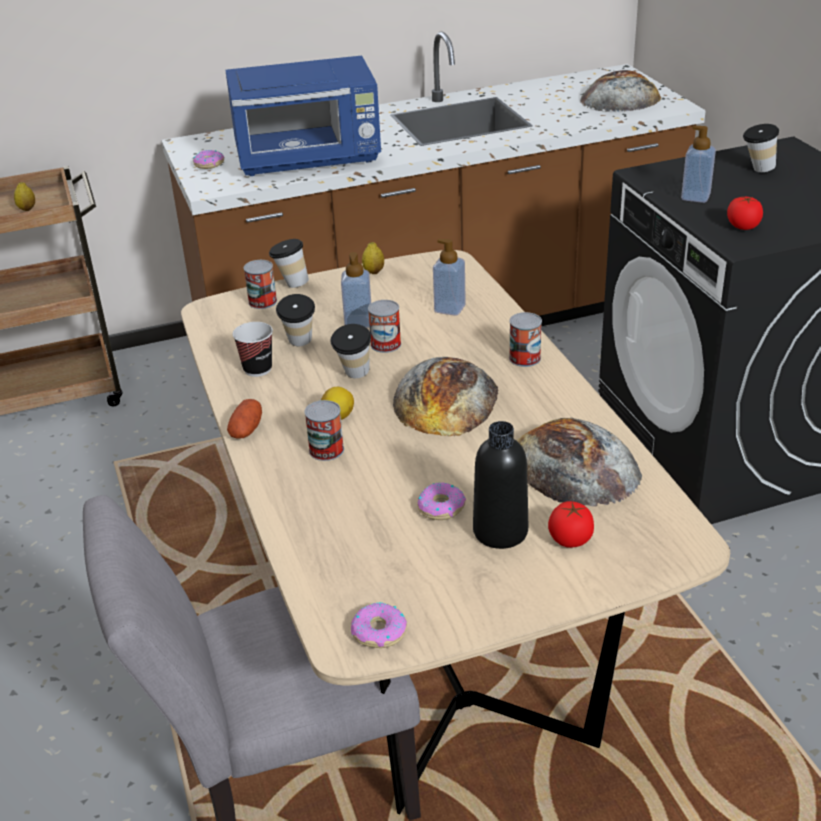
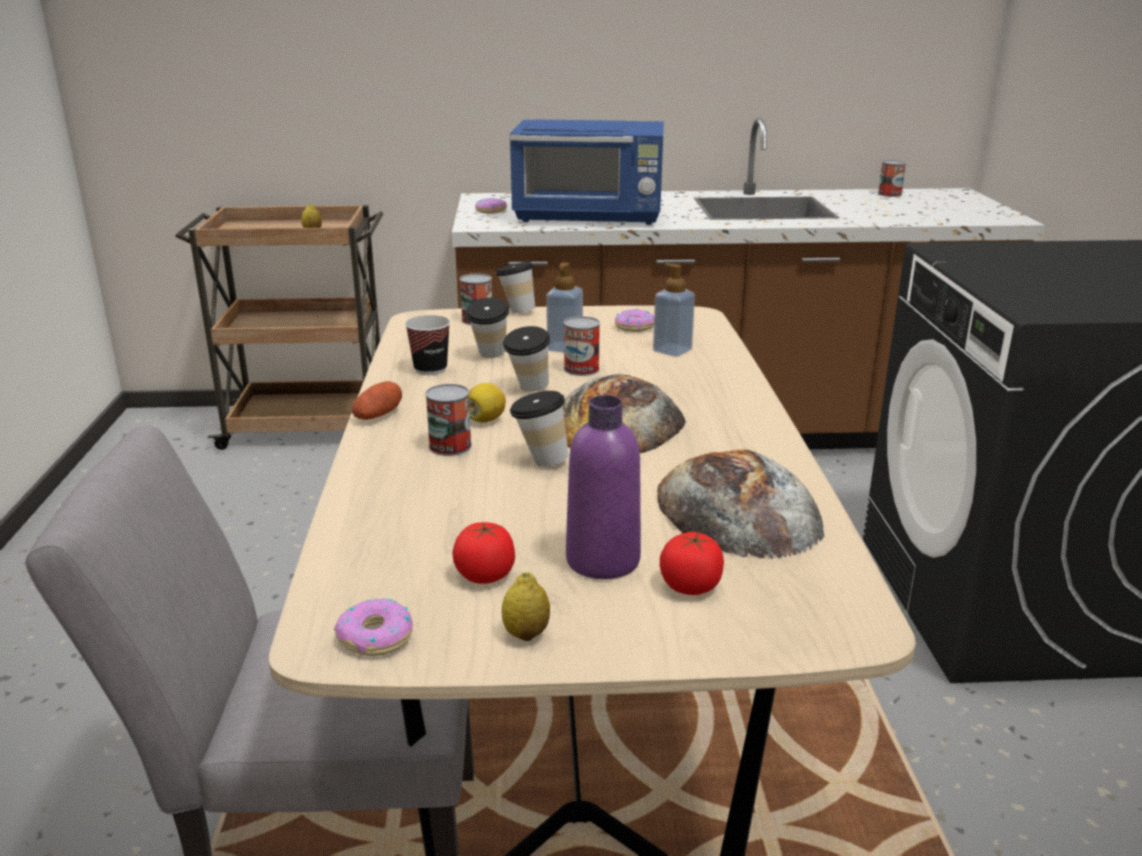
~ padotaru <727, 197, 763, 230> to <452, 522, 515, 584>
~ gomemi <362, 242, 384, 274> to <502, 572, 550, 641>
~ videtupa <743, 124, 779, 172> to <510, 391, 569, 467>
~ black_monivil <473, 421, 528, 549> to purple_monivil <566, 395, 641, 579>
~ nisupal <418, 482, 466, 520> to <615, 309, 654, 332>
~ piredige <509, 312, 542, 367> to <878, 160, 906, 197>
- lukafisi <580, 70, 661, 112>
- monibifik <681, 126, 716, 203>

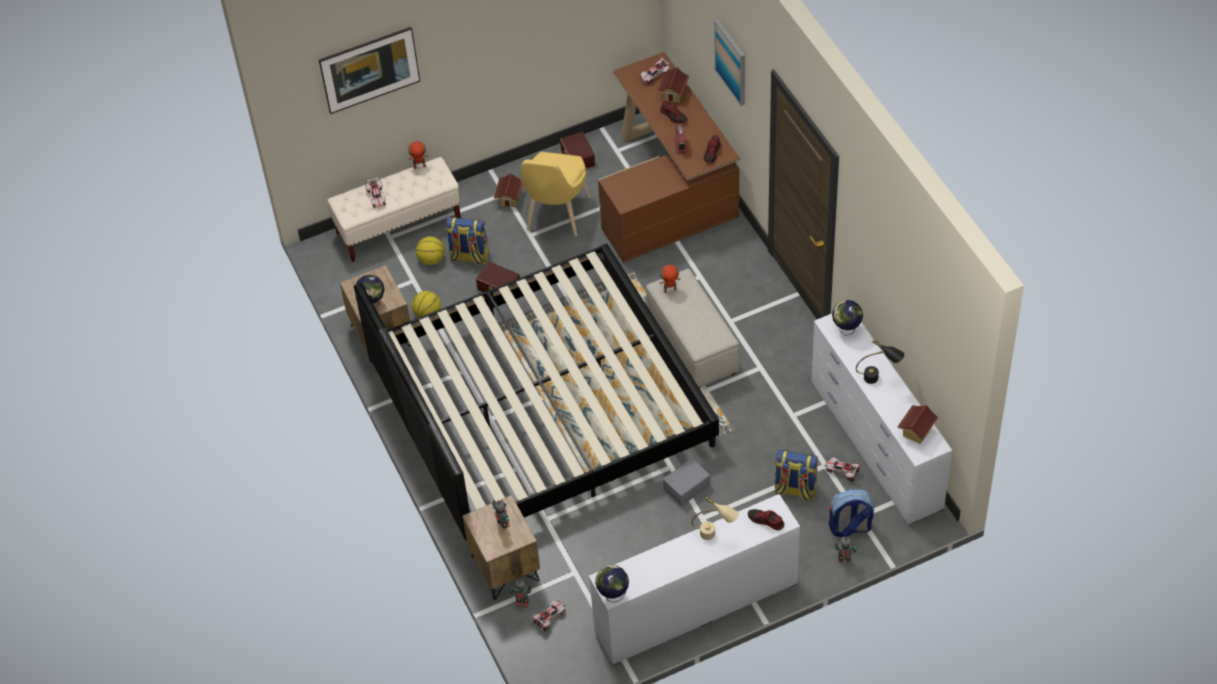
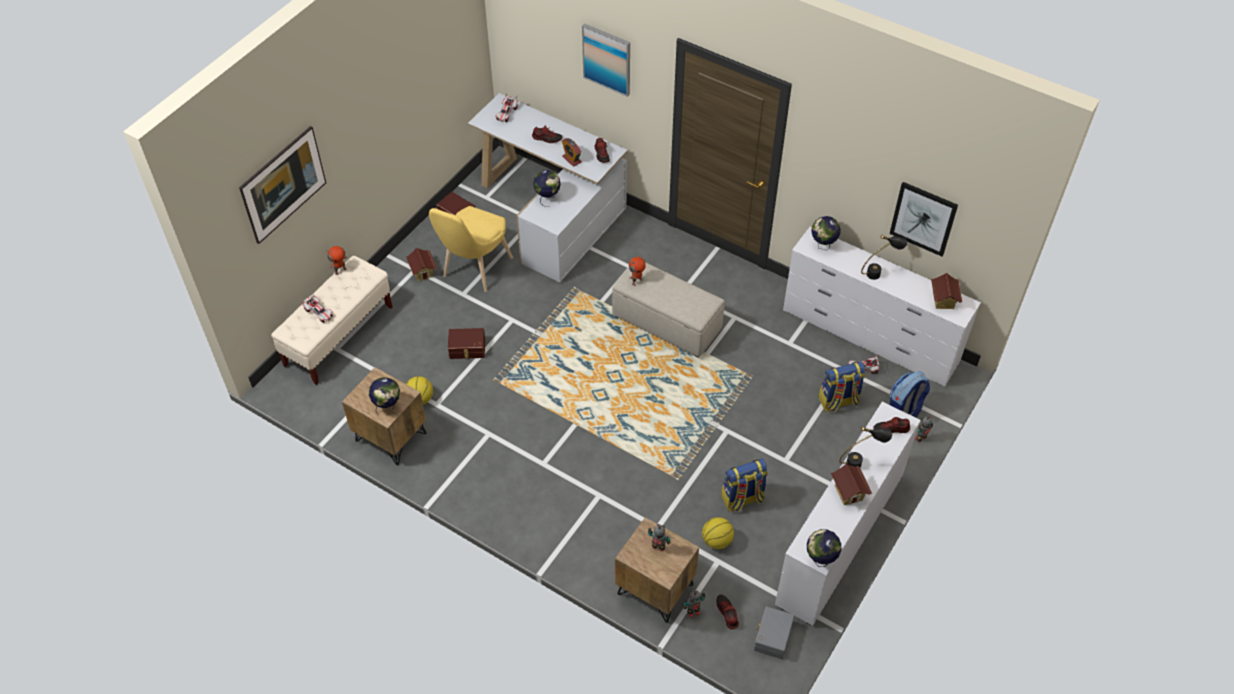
~ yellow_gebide <521, 152, 591, 236> = <429, 206, 513, 292> 45 degrees clockwise
~ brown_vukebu <598, 52, 740, 263> to white_vukebu <468, 93, 628, 283>
+ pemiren <533, 170, 561, 207>
~ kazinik <416, 236, 445, 265> to <702, 517, 734, 549>
~ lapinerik <532, 600, 565, 631> to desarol <716, 594, 739, 629>
~ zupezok <446, 217, 489, 265> to <721, 459, 768, 512>
~ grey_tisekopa <663, 458, 710, 506> to <754, 606, 794, 659>
~ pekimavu <658, 67, 689, 102> to <831, 464, 872, 505>
~ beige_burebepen <691, 497, 739, 540> to black_burebepen <839, 427, 892, 468>
+ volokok <889, 182, 958, 256>
- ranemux <354, 243, 719, 541>

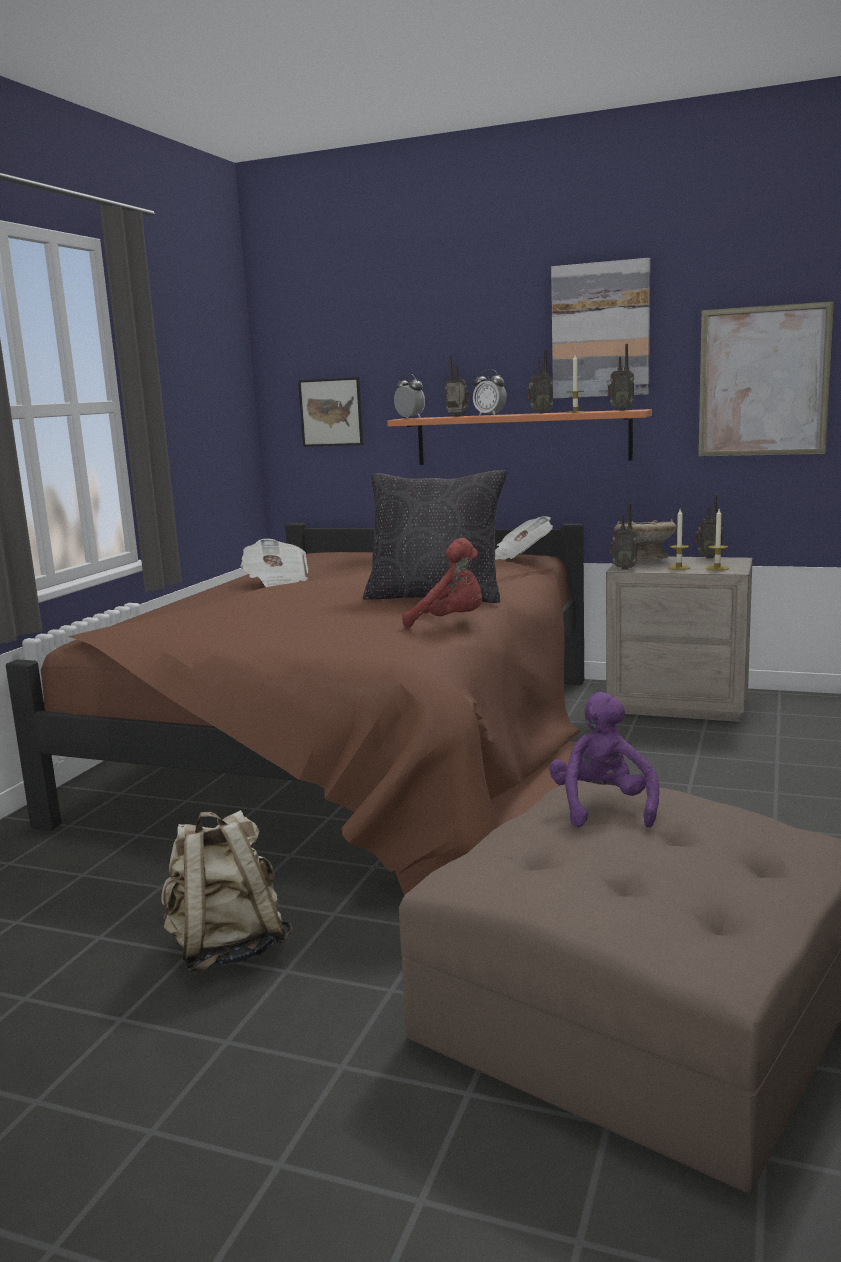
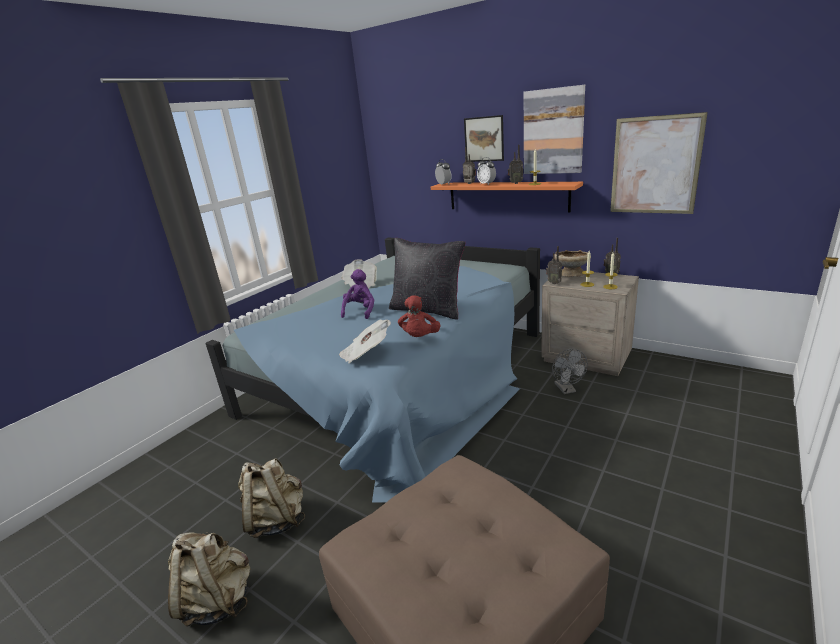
+ beige_zupezok <168, 532, 251, 627>
~ brown_ranemux <6, 523, 584, 896> to blue_ranemux <206, 238, 540, 503>
~ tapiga <495, 516, 553, 560> to <339, 320, 391, 363>
~ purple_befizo <549, 692, 659, 828> to <341, 269, 374, 319>
~ red_befizo <402, 538, 482, 628> = <398, 296, 441, 337> 60 degrees clockwise
~ volokok <298, 377, 363, 447> to <464, 115, 504, 162>
+ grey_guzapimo <552, 349, 588, 394>
- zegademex <607, 344, 634, 411>

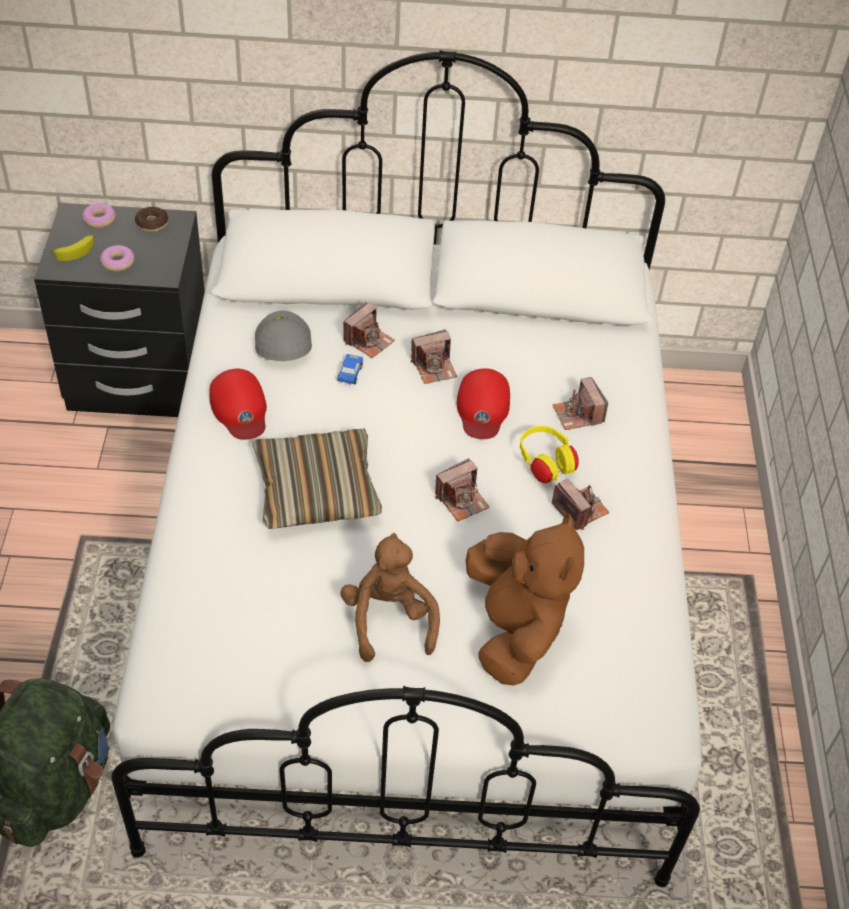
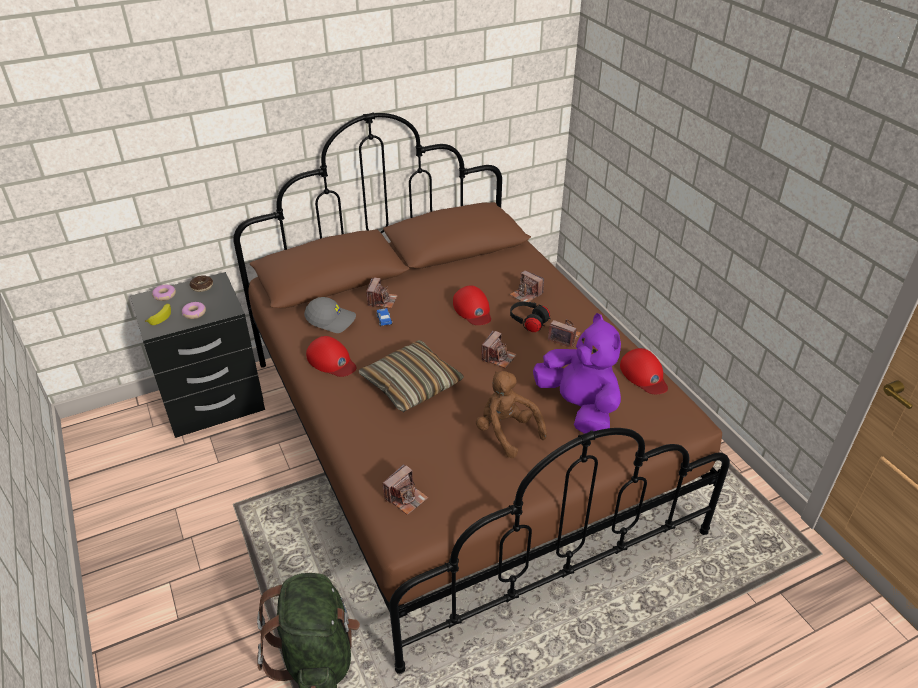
~ white_ranemux <111, 50, 702, 887> to brown_ranemux <233, 112, 730, 674>
~ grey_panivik <255, 311, 312, 361> = <304, 297, 356, 333> 135 degrees clockwise
~ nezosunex <411, 329, 457, 384> to <382, 464, 428, 515>
~ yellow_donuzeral <520, 426, 579, 483> to black_donuzeral <510, 302, 551, 332>
~ brown_befizo <466, 512, 584, 685> to purple_befizo <533, 313, 621, 434>
+ red_panivik <620, 348, 668, 394>

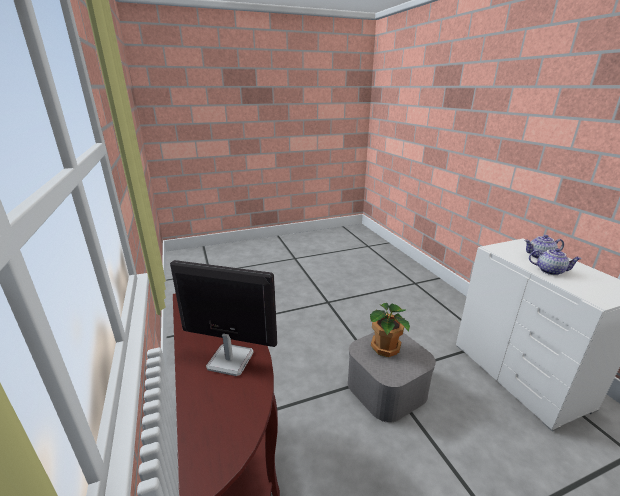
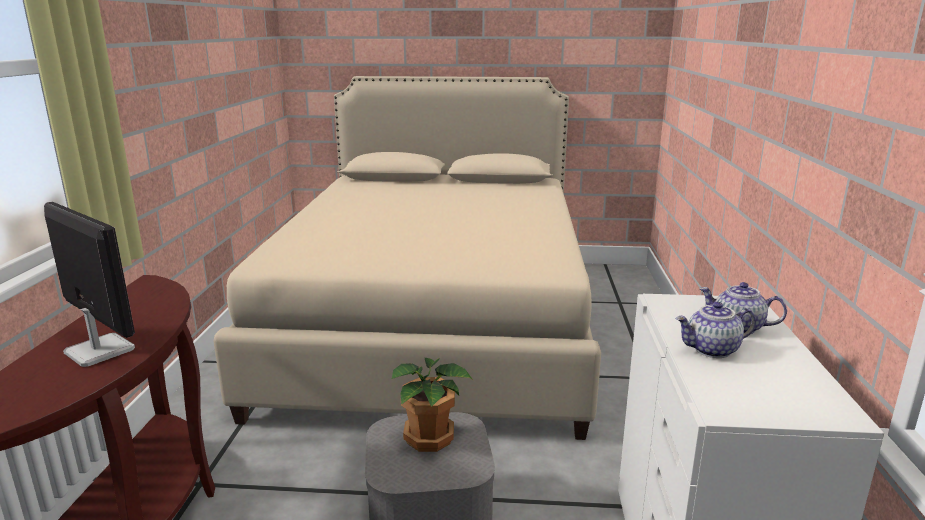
+ beige_ranemux <214, 76, 601, 440>
~ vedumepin <529, 248, 582, 275> = <676, 302, 756, 358> 120 degrees clockwise

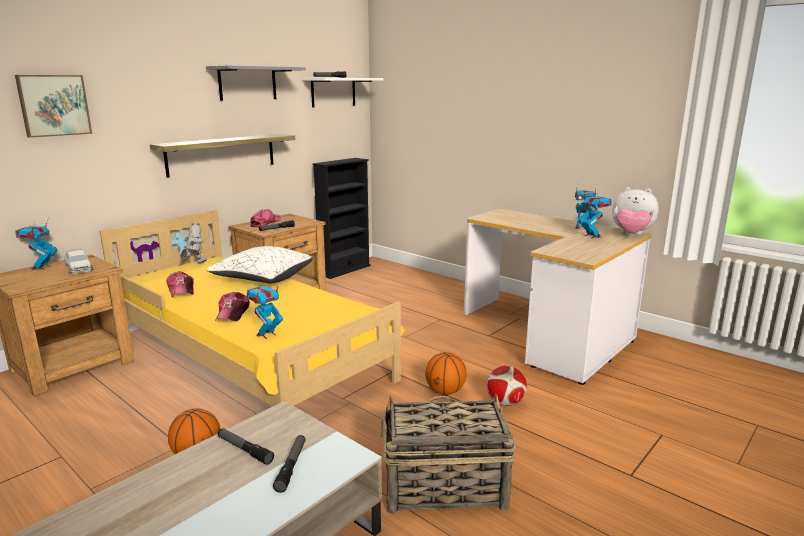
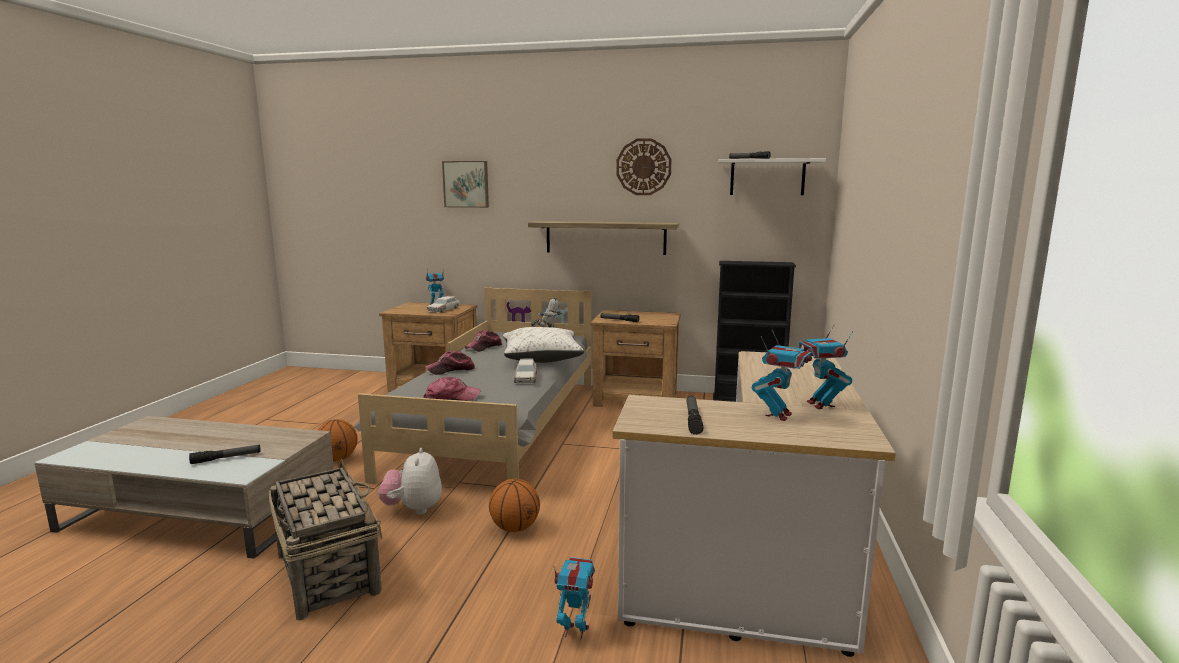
~ yellow_ranemux <99, 210, 405, 406> to grey_ranemux <354, 287, 592, 484>
~ befizo <612, 187, 659, 235> to <378, 448, 442, 515>
~ panivik <250, 209, 281, 227> to <423, 377, 481, 401>
+ lapinerik <514, 359, 537, 384>
~ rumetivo <246, 281, 283, 339> to <553, 557, 595, 640>
~ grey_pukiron <206, 65, 306, 101> to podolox <616, 138, 672, 195>
~ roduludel <218, 428, 274, 465> to <686, 396, 704, 435>
- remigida <487, 366, 527, 406>

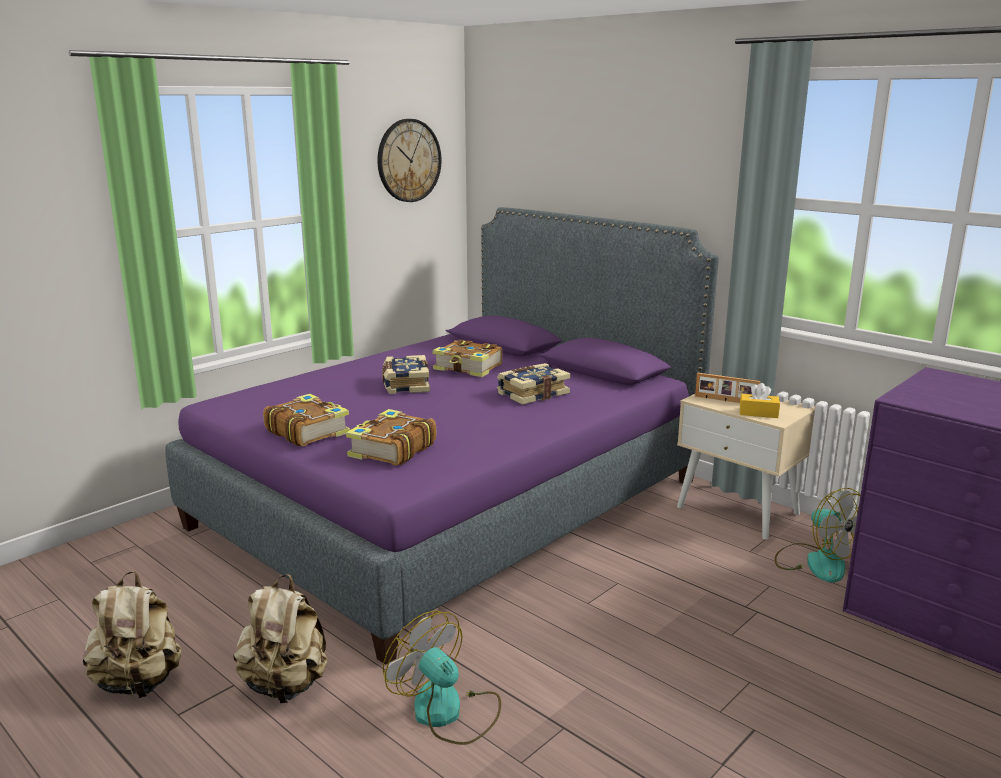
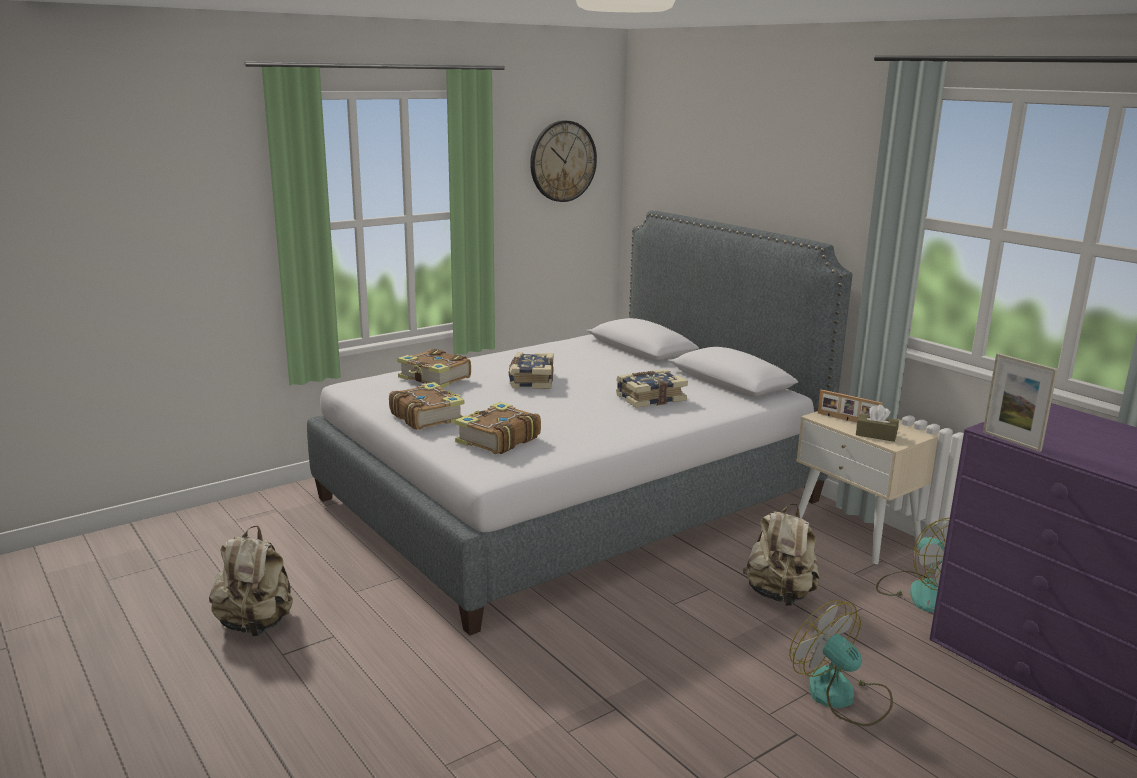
~ purple_ranemux <165, 207, 719, 665> to grey_ranemux <307, 211, 852, 636>
~ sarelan <432, 340, 502, 377> to <397, 349, 471, 388>
~ beige_zupezok <234, 574, 328, 703> to <743, 503, 820, 606>
~ guzapimo <383, 611, 501, 745> to <789, 600, 893, 726>
~ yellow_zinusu <740, 383, 780, 418> to brown_zinusu <856, 405, 899, 442>
+ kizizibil <983, 353, 1058, 452>

